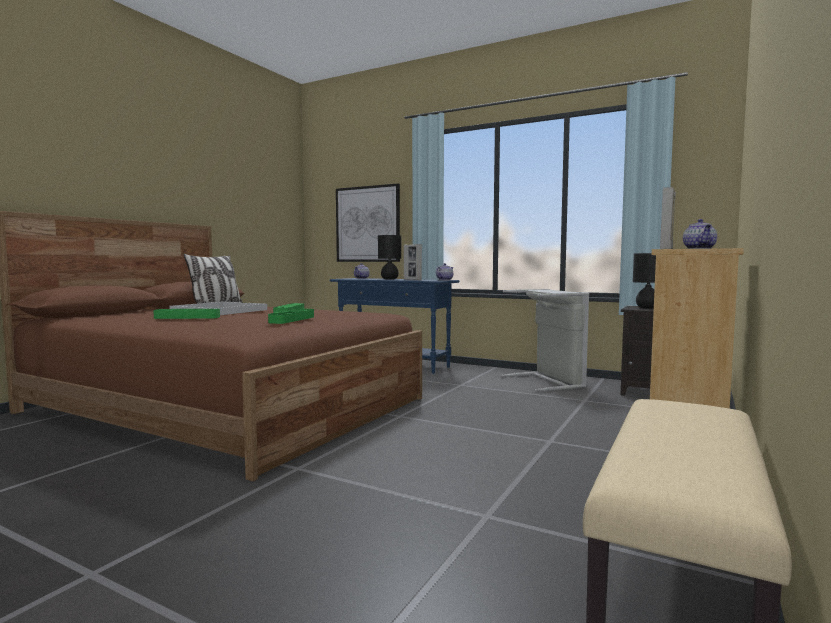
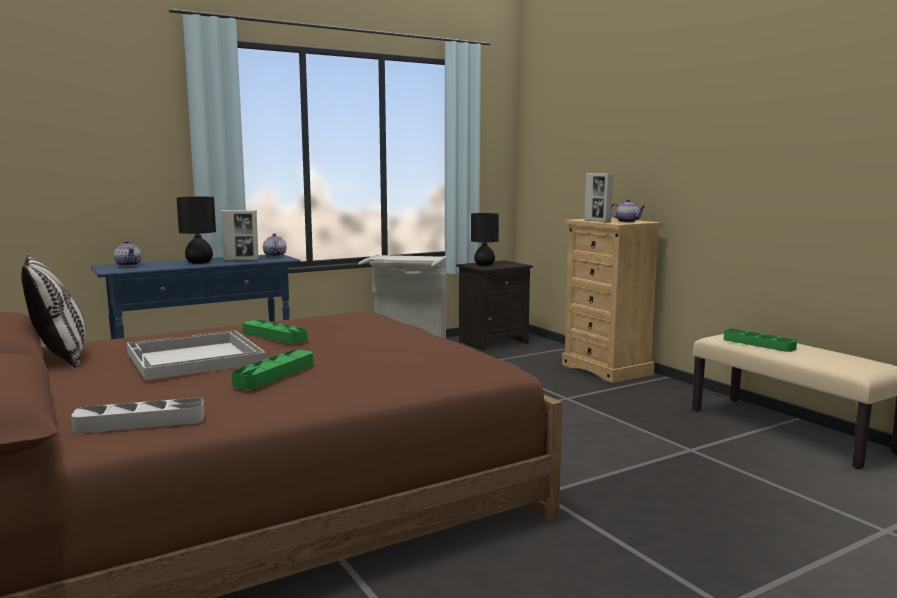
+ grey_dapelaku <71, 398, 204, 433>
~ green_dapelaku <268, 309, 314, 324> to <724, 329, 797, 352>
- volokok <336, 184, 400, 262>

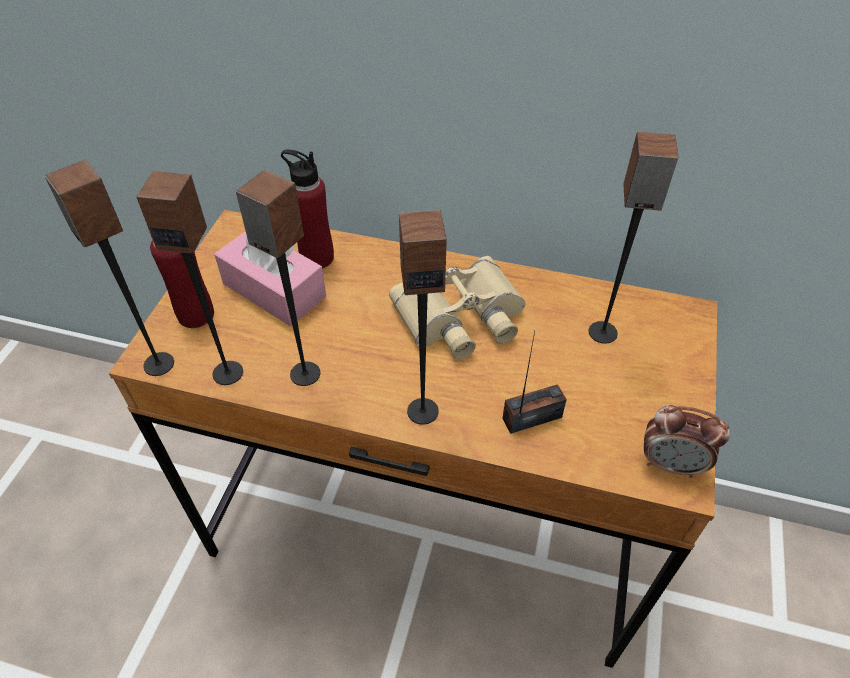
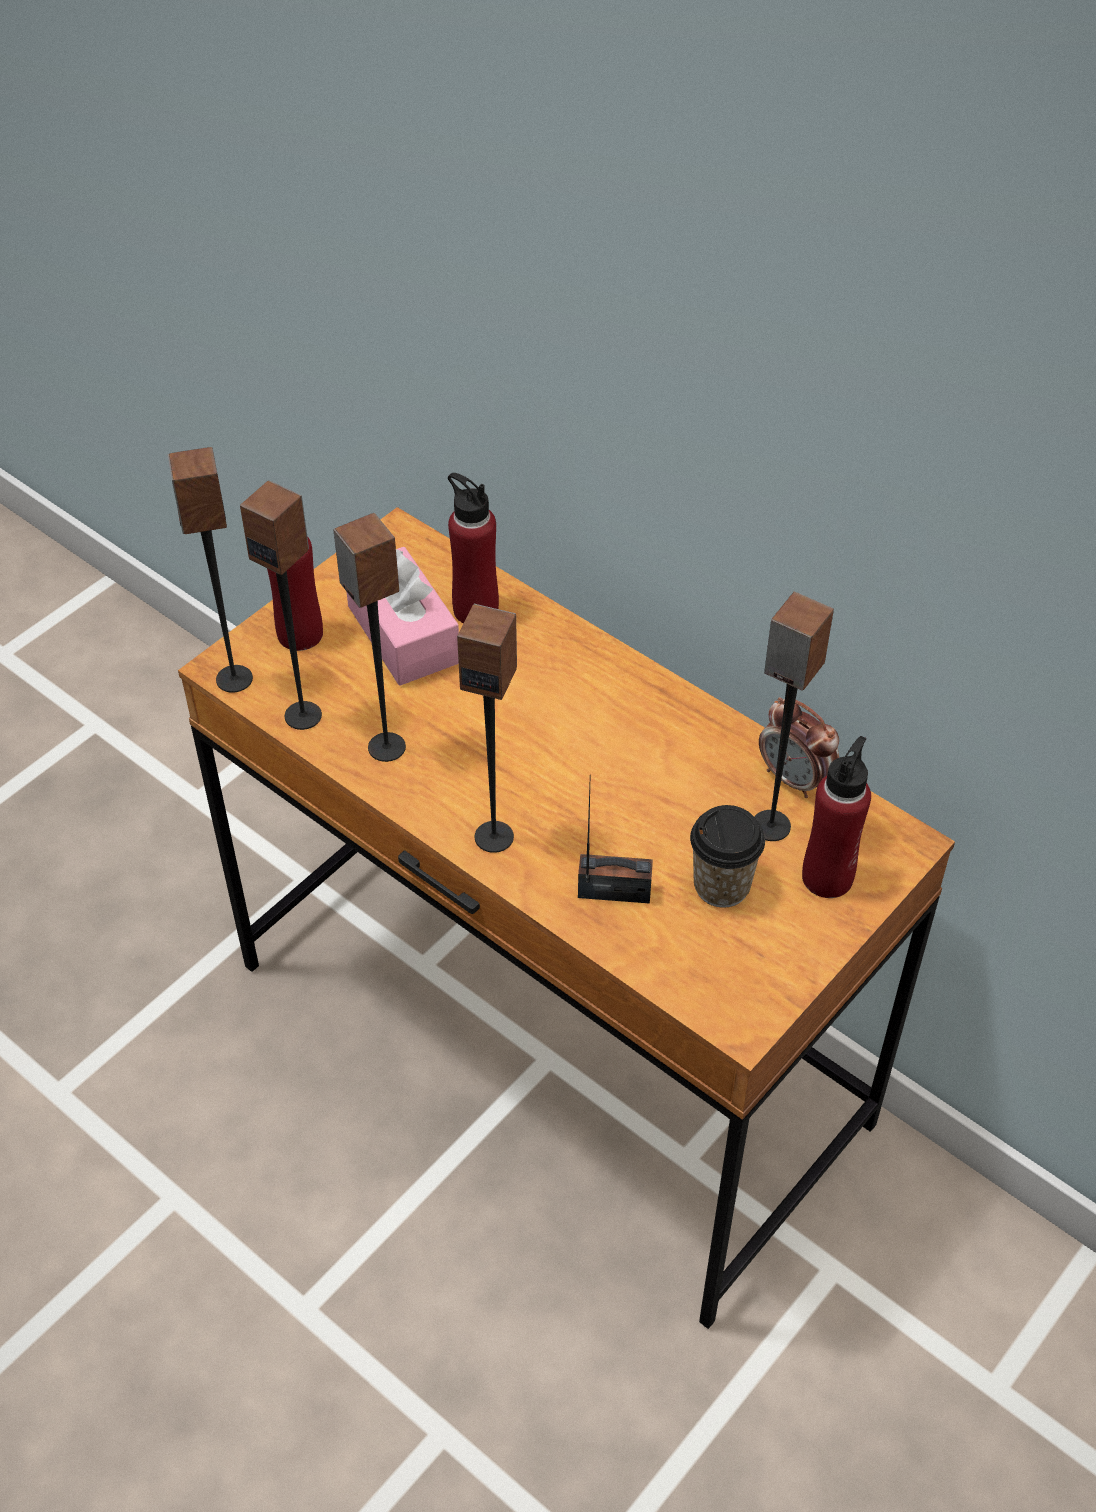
+ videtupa <690, 805, 765, 908>
~ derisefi <644, 405, 730, 478> to <759, 697, 839, 798>
+ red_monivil <802, 736, 871, 898>
- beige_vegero <389, 256, 526, 359>

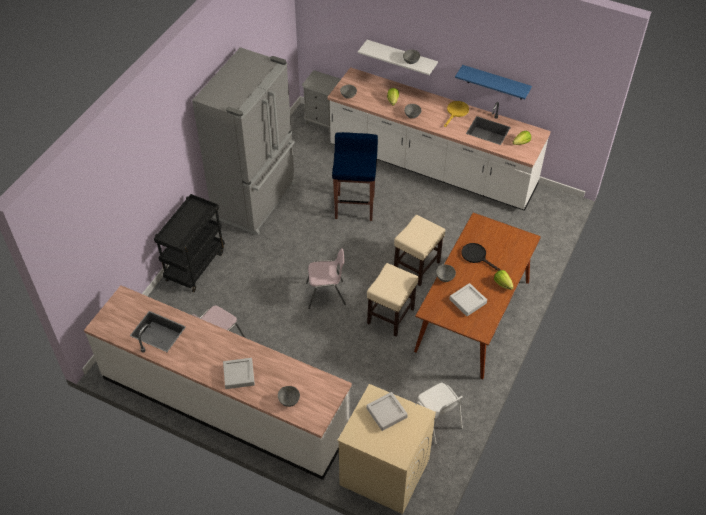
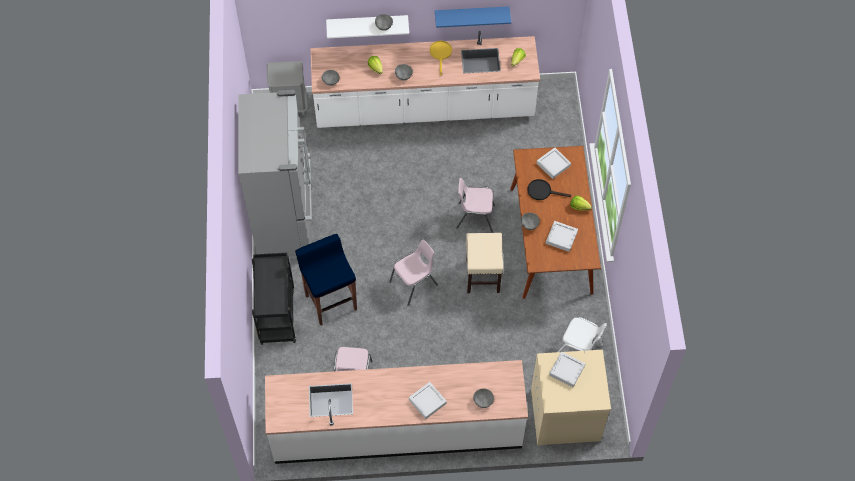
~ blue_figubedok <332, 132, 378, 221> to <295, 234, 357, 326>
~ beige_figubedok <394, 215, 445, 286> to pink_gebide <456, 178, 495, 232>
+ grey_dapelaku <537, 148, 571, 179>

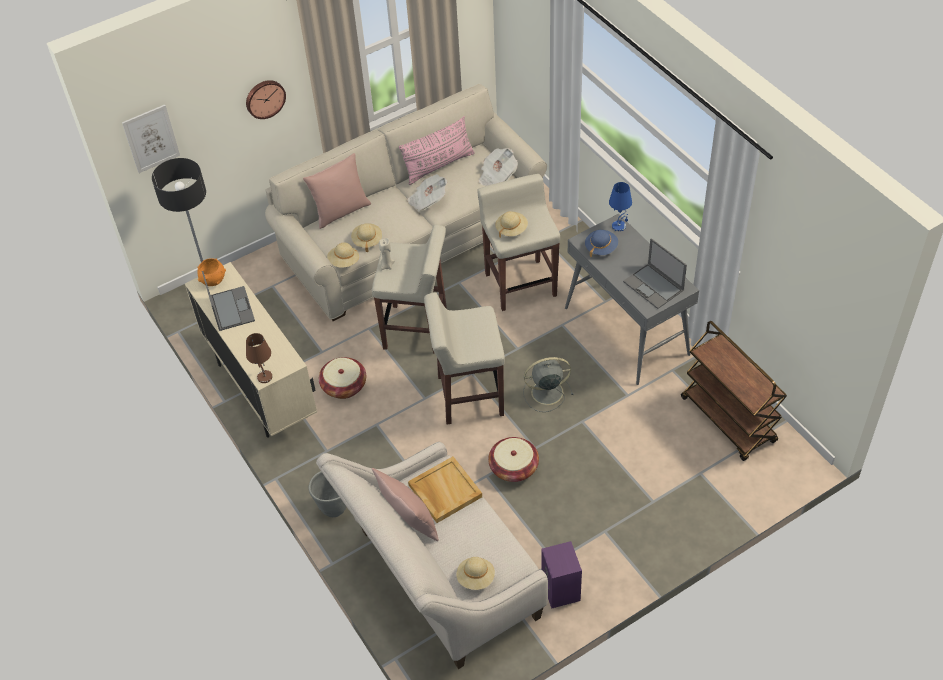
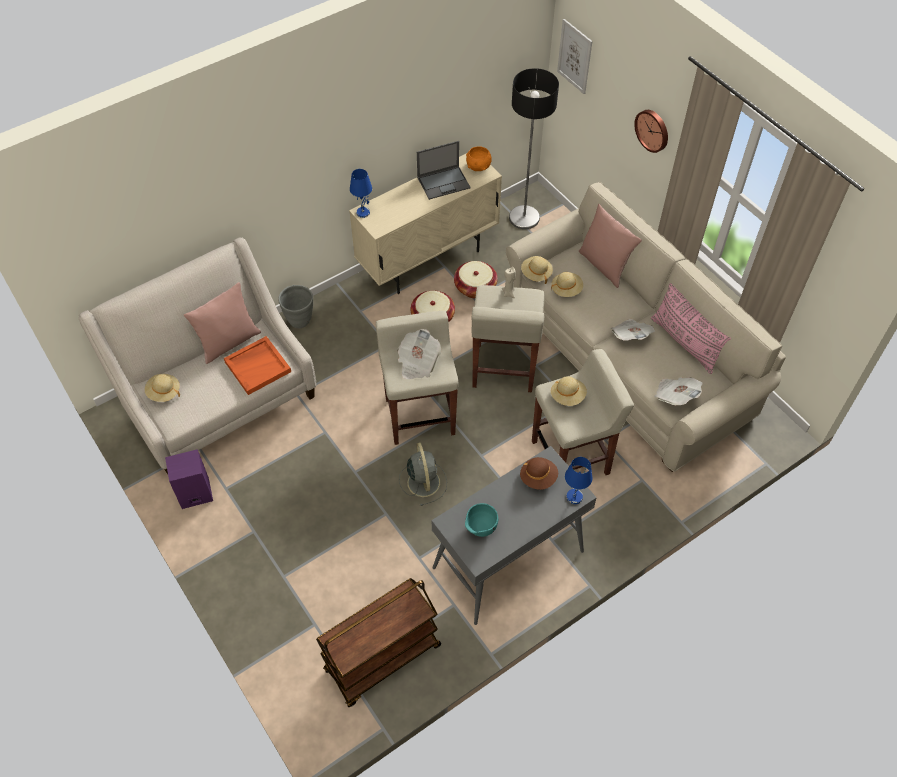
~ beige_dapelaku <408, 457, 482, 523> to orange_dapelaku <224, 336, 291, 395>
~ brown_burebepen <246, 333, 273, 383> to blue_burebepen <350, 169, 372, 218>
+ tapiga <397, 329, 441, 379>
~ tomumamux <488, 437, 539, 482> to <454, 261, 498, 298>
~ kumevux <623, 238, 687, 309> to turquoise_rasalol <465, 503, 498, 537>
~ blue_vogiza <585, 230, 618, 257> to brown_vogiza <520, 457, 558, 490>

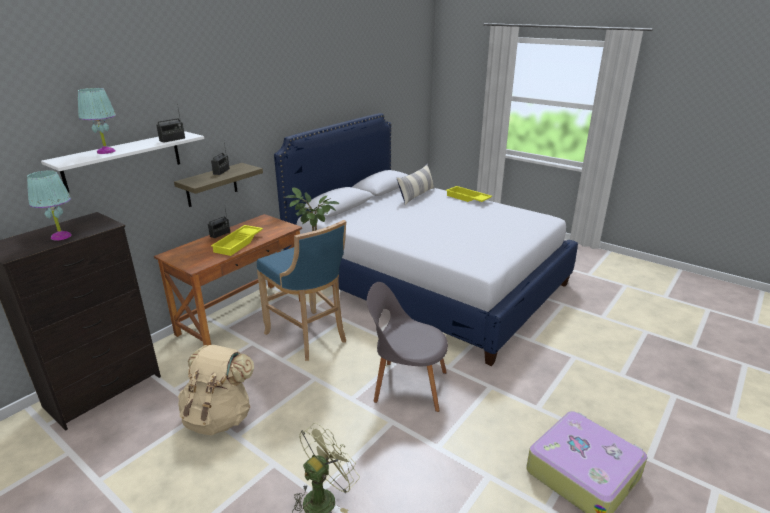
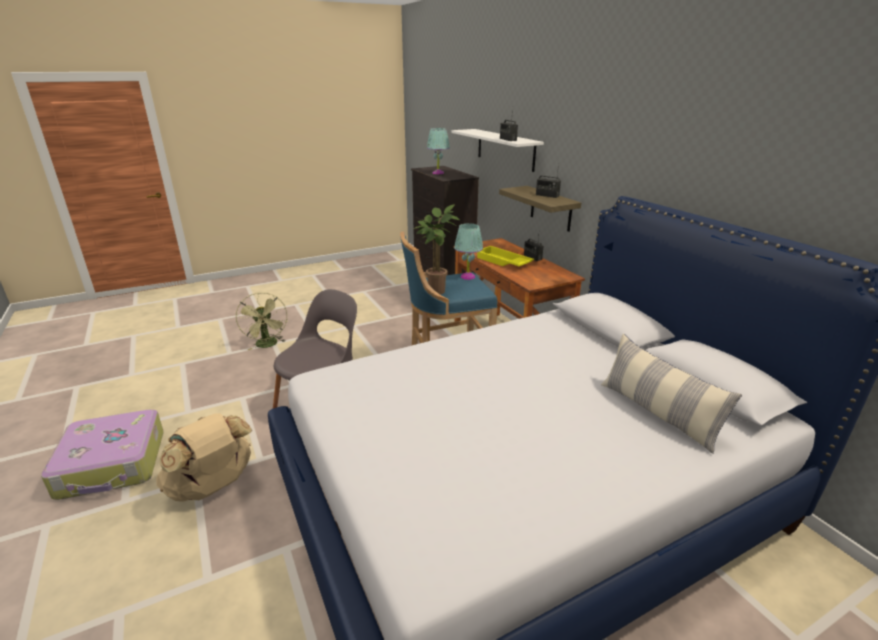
~ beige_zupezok <178, 345, 254, 435> to <156, 413, 252, 502>
~ turquoise_burebepen <78, 88, 116, 154> to <454, 223, 483, 280>
- yellow_dapelaku <446, 186, 492, 202>

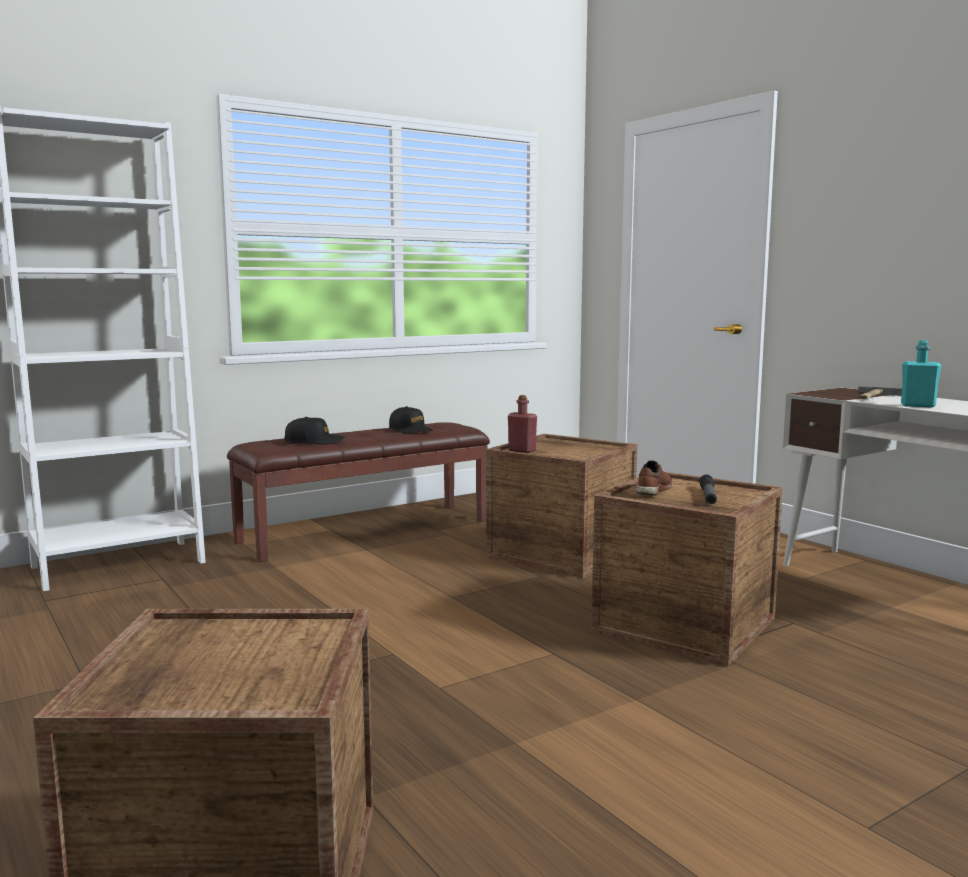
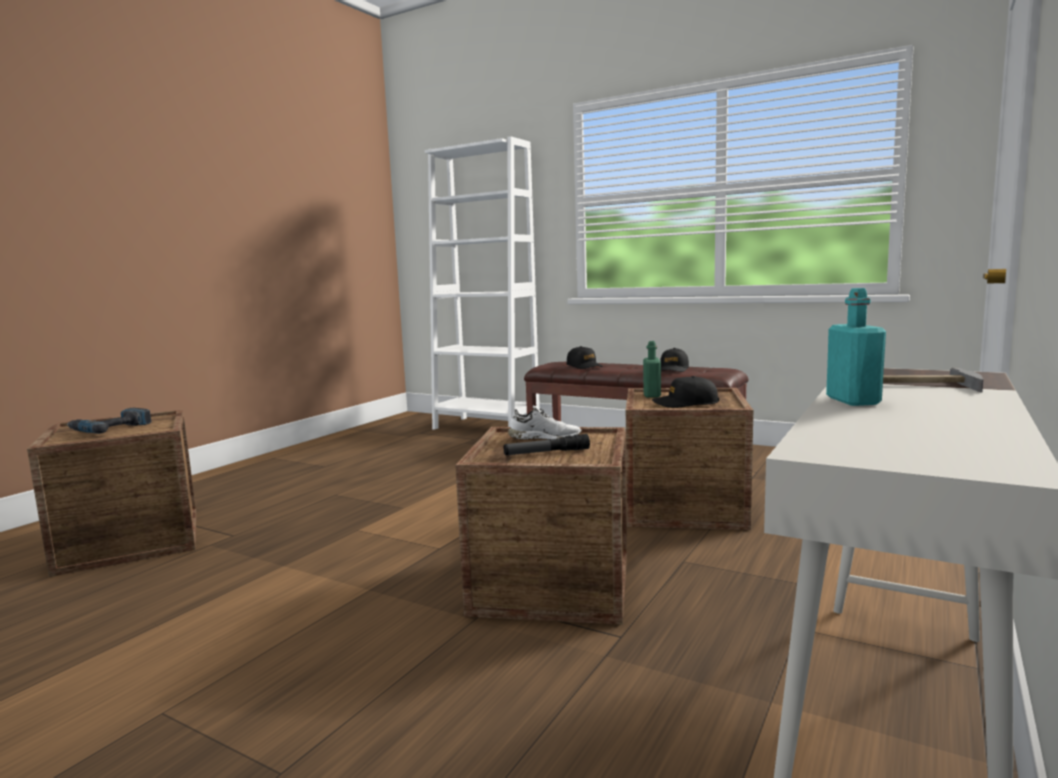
+ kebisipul <67, 408, 151, 434>
~ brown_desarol <636, 460, 672, 496> to white_desarol <508, 405, 582, 440>
~ red_monivil <508, 395, 537, 453> to green_monivil <643, 341, 661, 398>
+ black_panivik <652, 376, 719, 408>

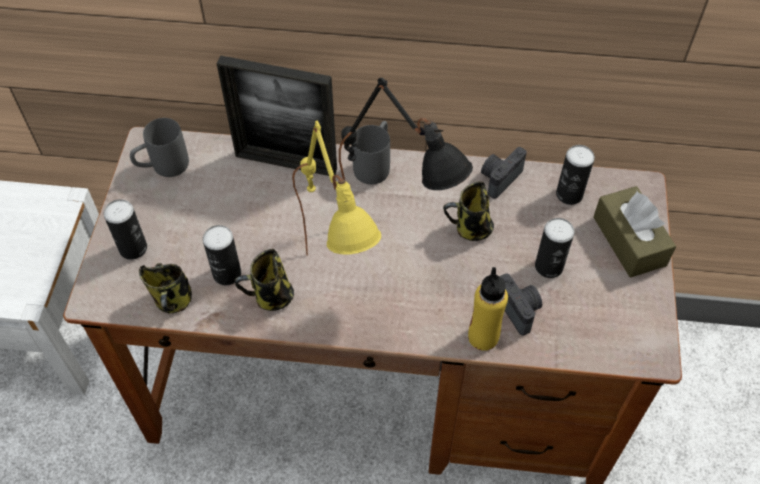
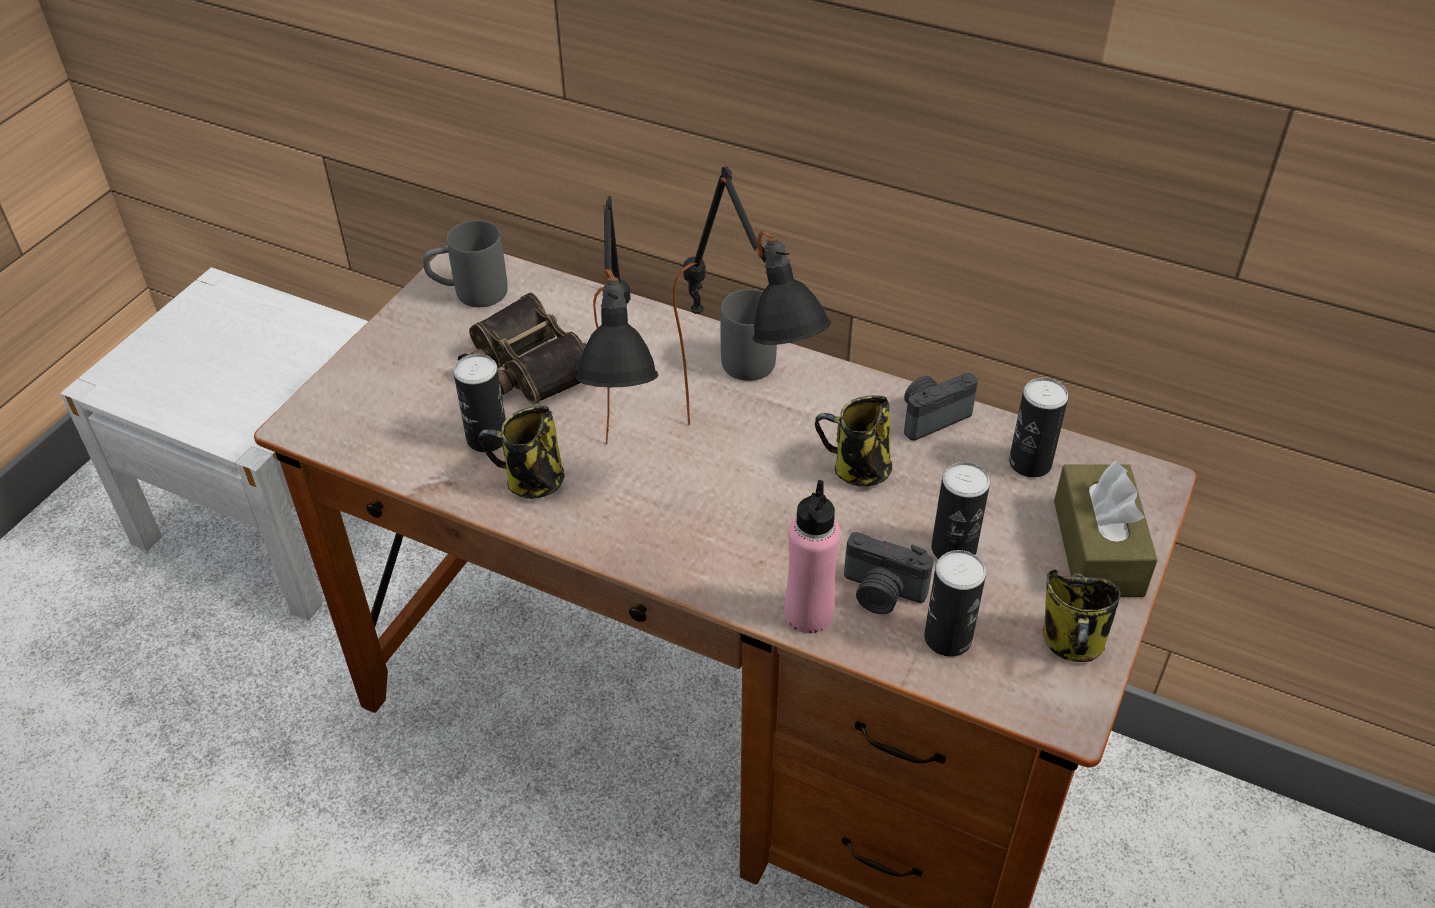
+ vegero <458, 292, 587, 405>
~ yellow_burebepen <292, 121, 381, 256> to black_burebepen <576, 196, 659, 445>
~ yellow_monivil <468, 267, 508, 351> to pink_monivil <785, 480, 840, 633>
~ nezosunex <499, 273, 542, 336> = <844, 532, 934, 614> 120 degrees clockwise
~ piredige <104, 199, 147, 260> to <924, 550, 986, 657>
~ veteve <139, 263, 192, 313> to <1043, 570, 1121, 662>
- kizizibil <216, 55, 337, 176>

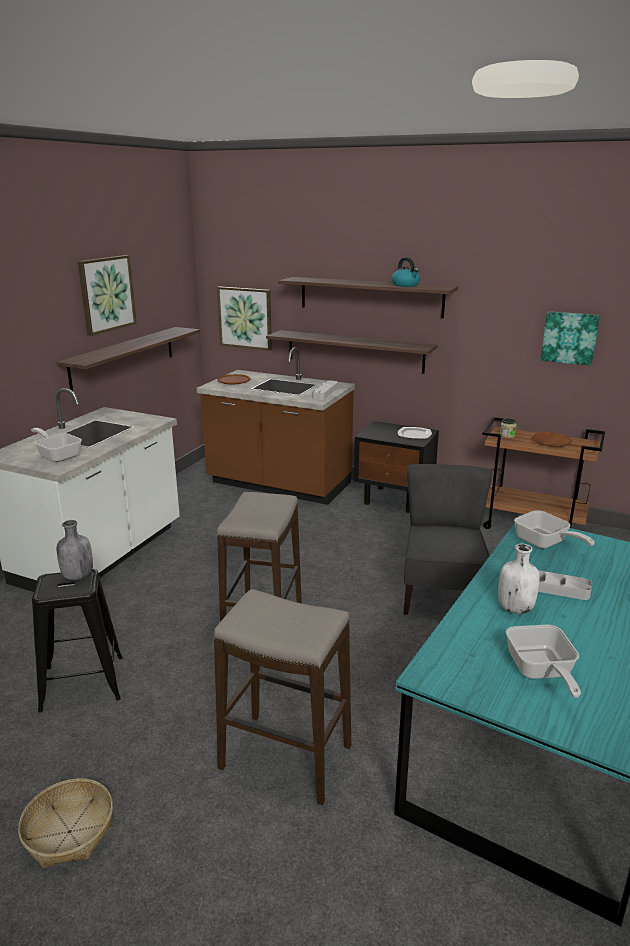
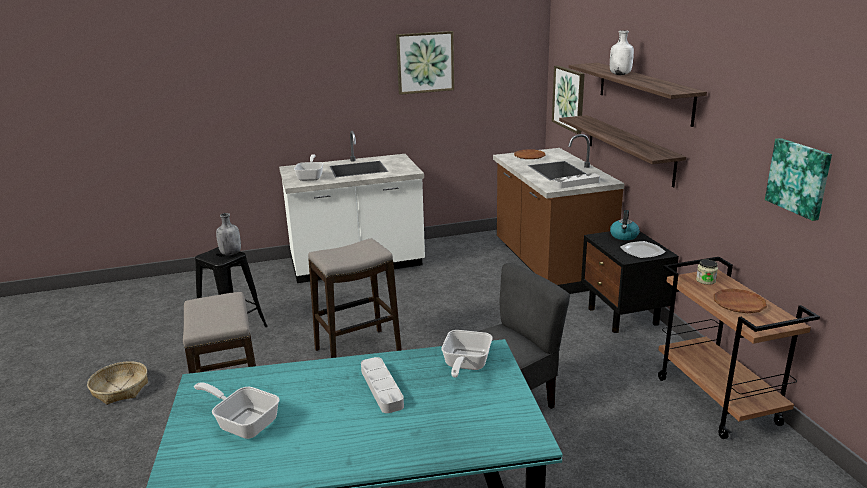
~ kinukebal <506, 625, 581, 698> = <194, 382, 280, 439> 75 degrees clockwise
~ white_monivil <498, 544, 540, 614> to <610, 30, 634, 75>
~ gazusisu <392, 257, 420, 287> to <610, 210, 640, 240>
- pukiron <56, 327, 200, 391>

